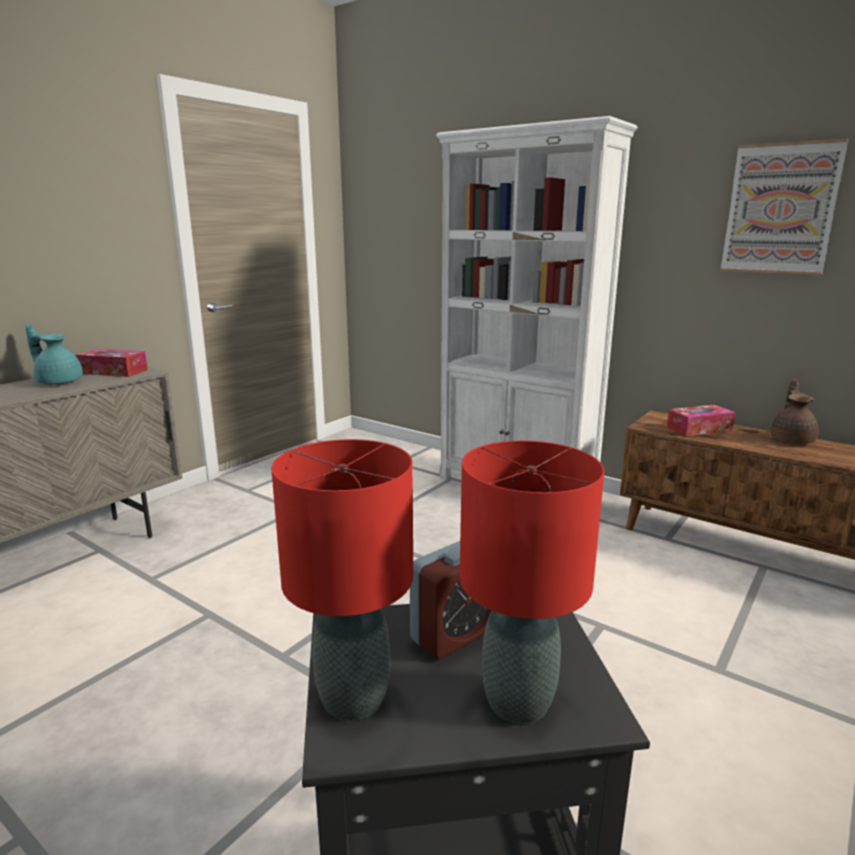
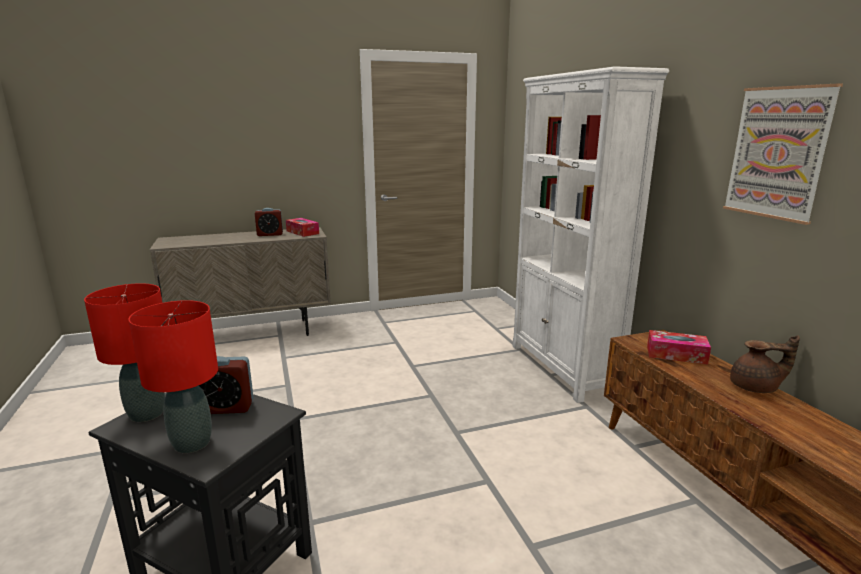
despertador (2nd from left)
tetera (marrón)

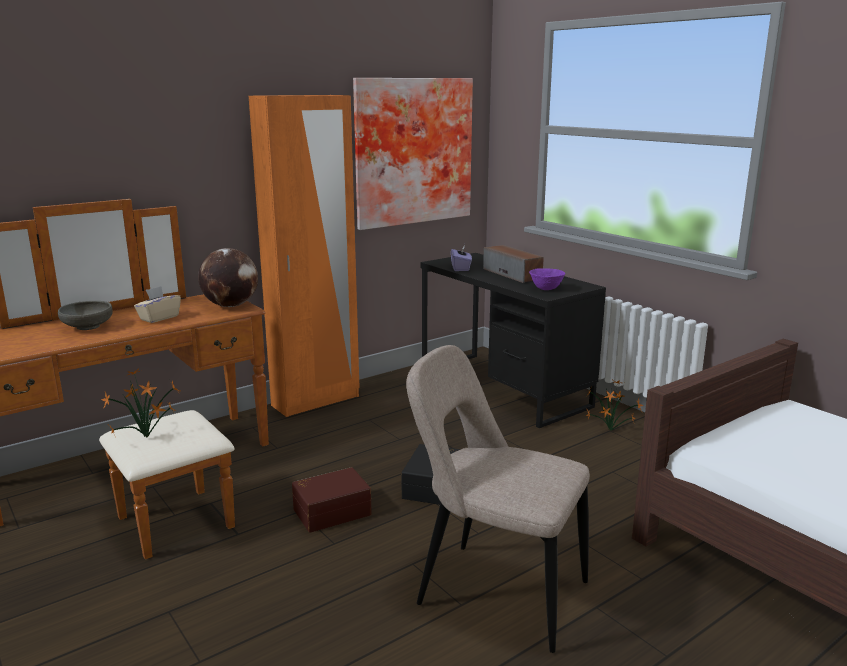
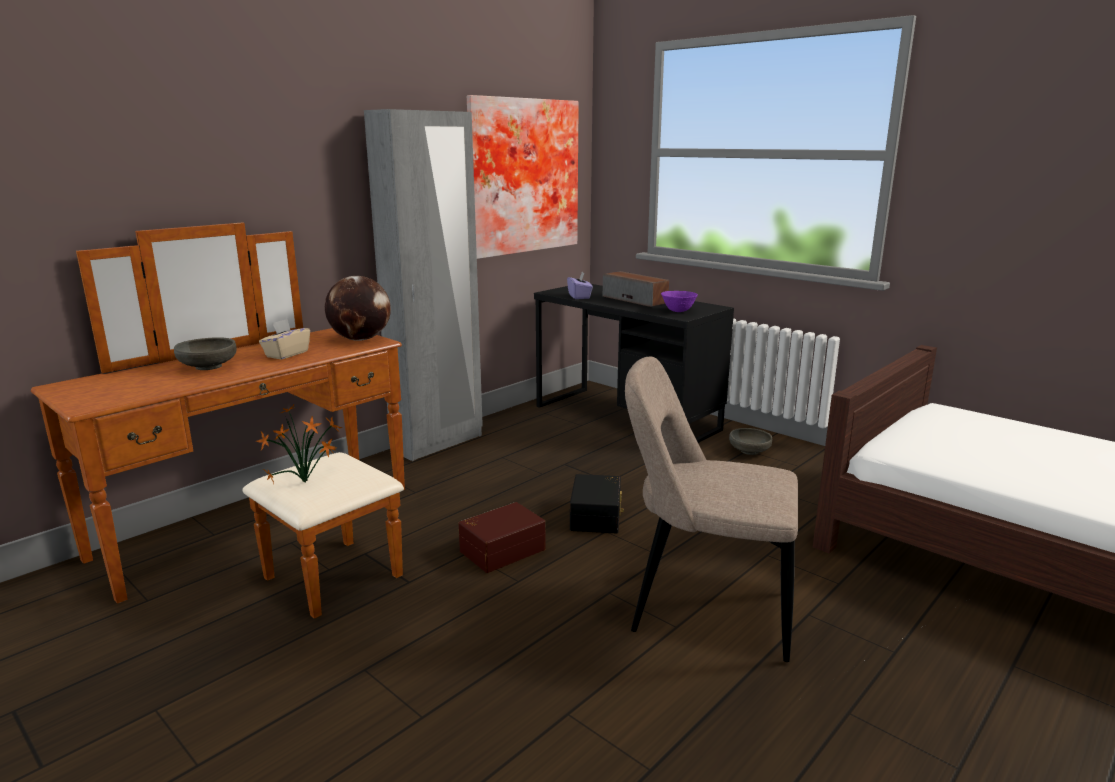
armario ropero (gris)
cuenco (gris) (2nd from left)

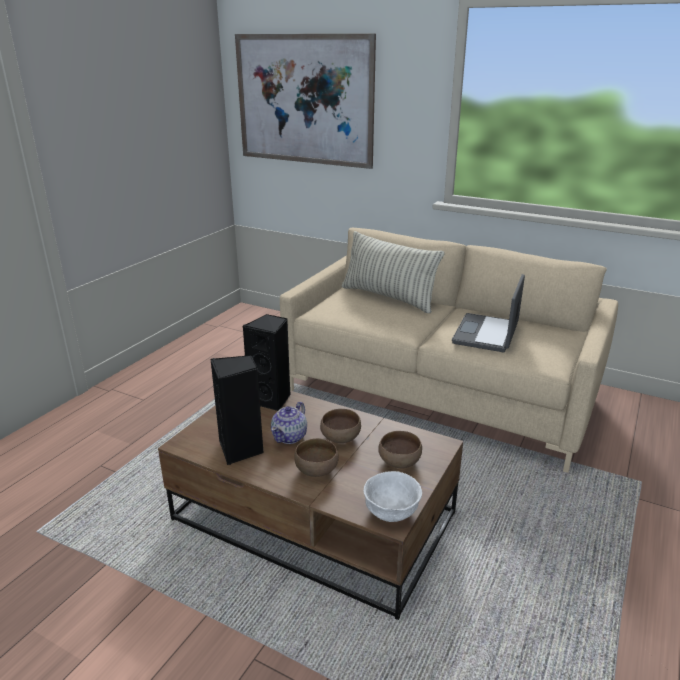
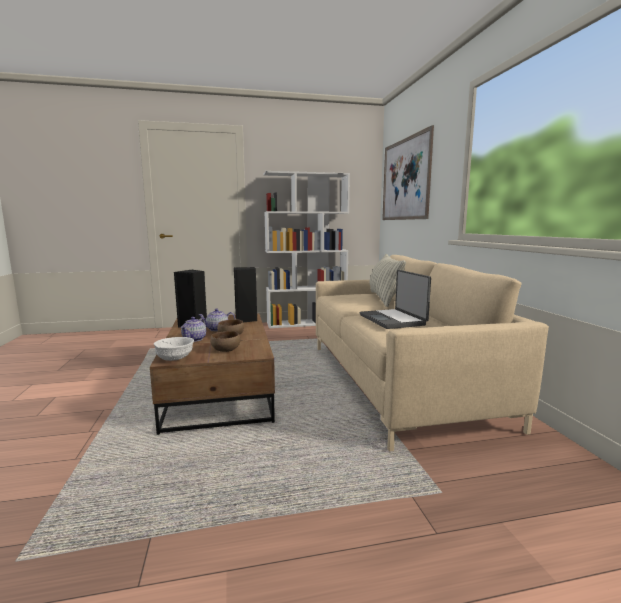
tetera (1st from left)
estantería (blanco)
portátil

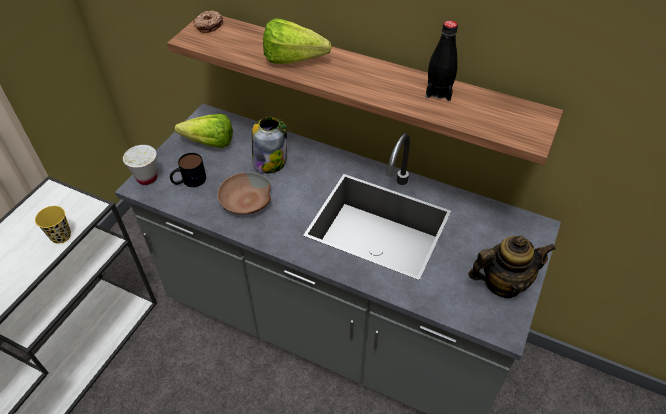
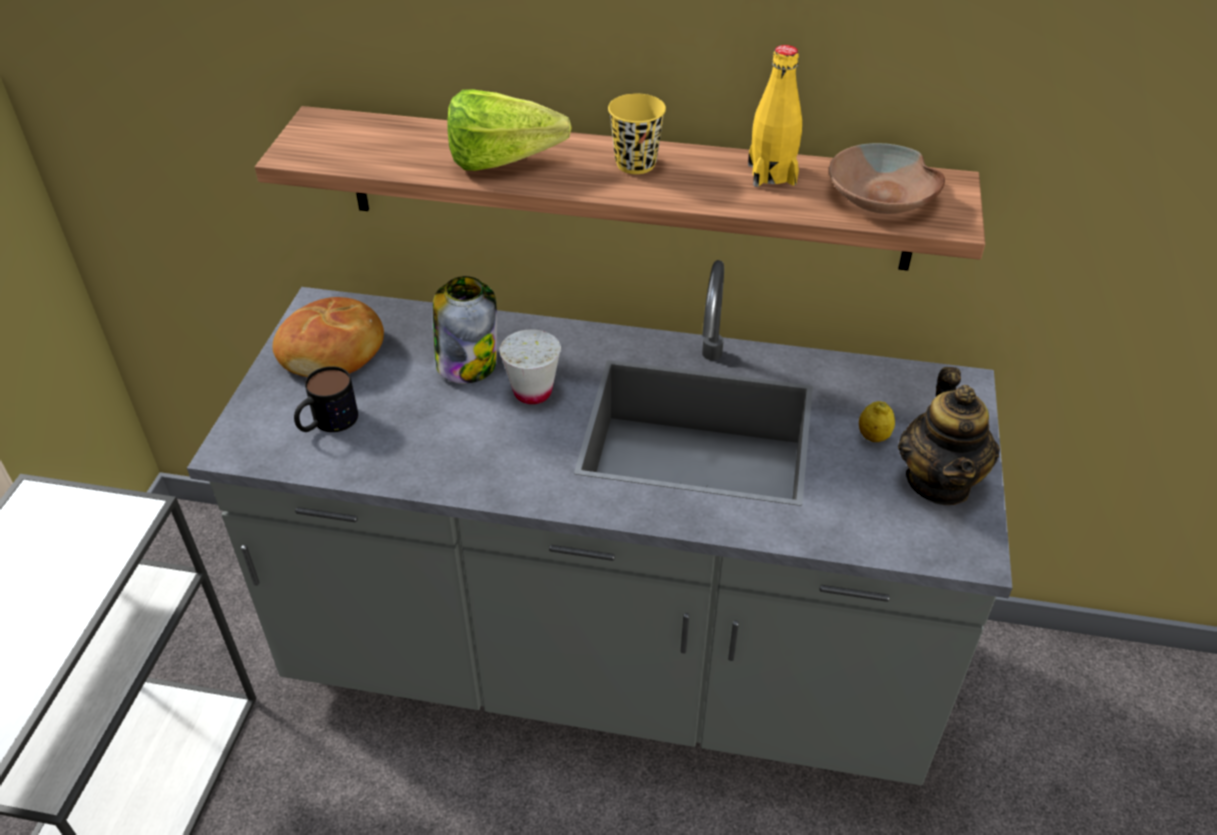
pan
taza (blanco)
taza (amarillo)
botella (amarillo)
cuenco (marrón)
limón
tetera
rosquilla

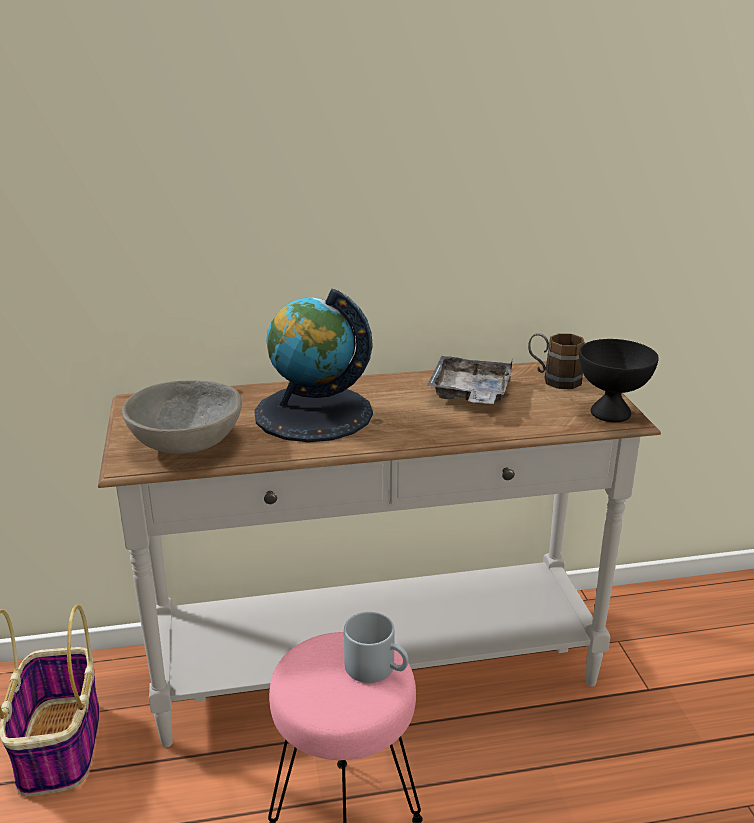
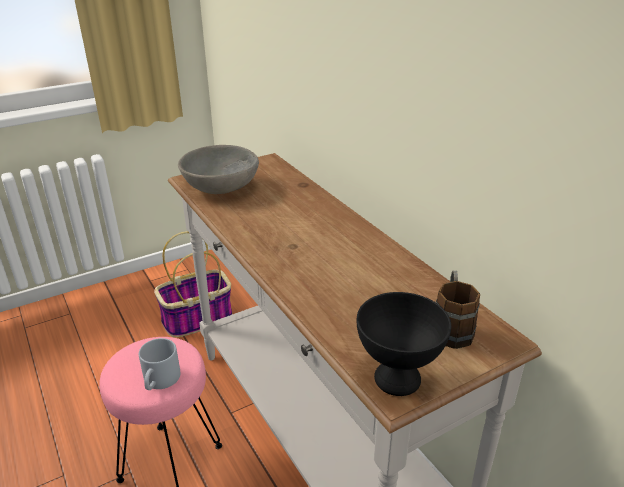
globo terráqueo
bandeja (gris)

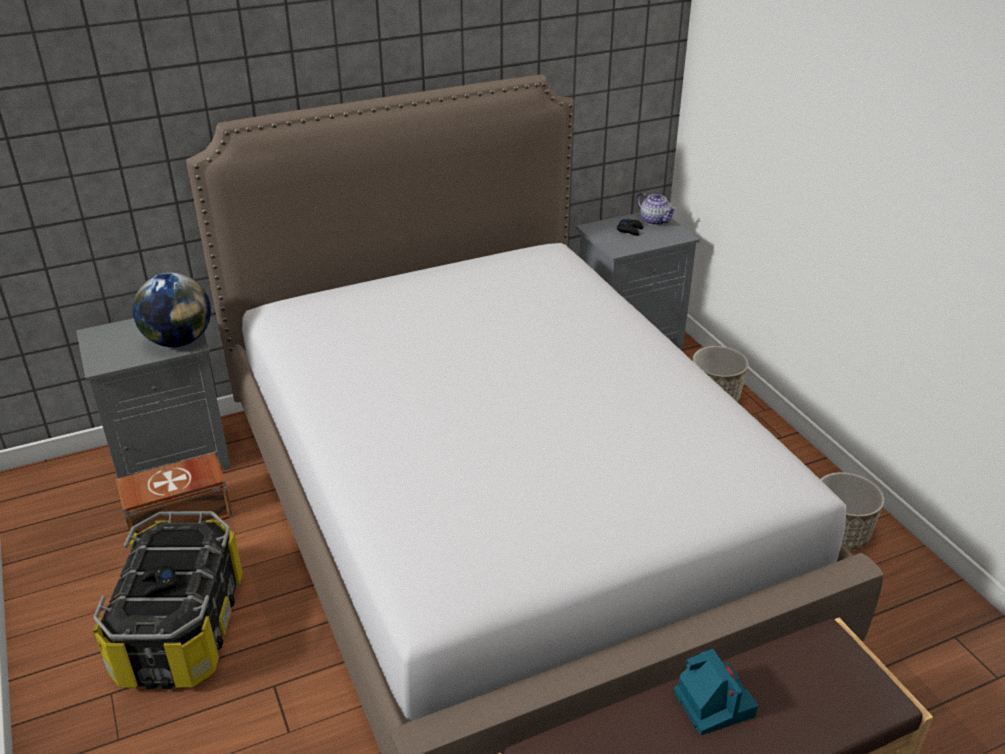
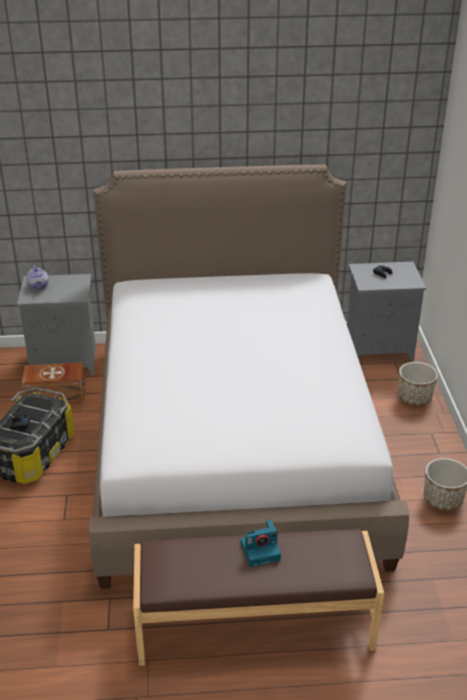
tetera
cámara
globo terráqueo

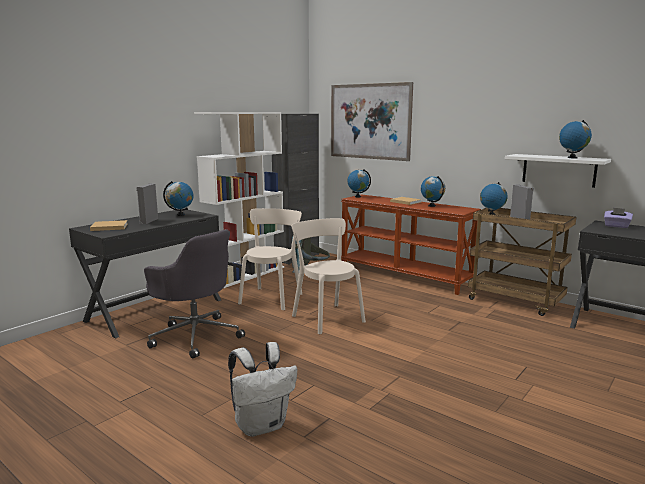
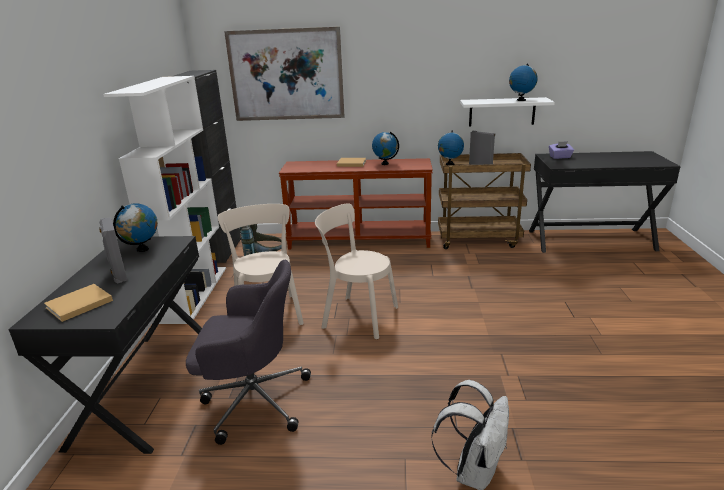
globo terráqueo (2nd from left in the first image)

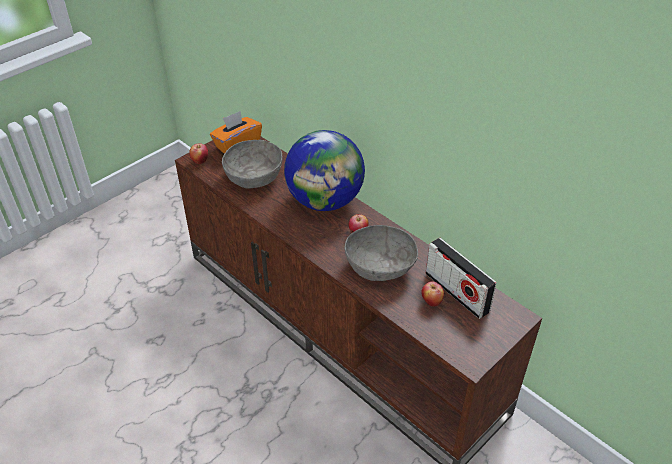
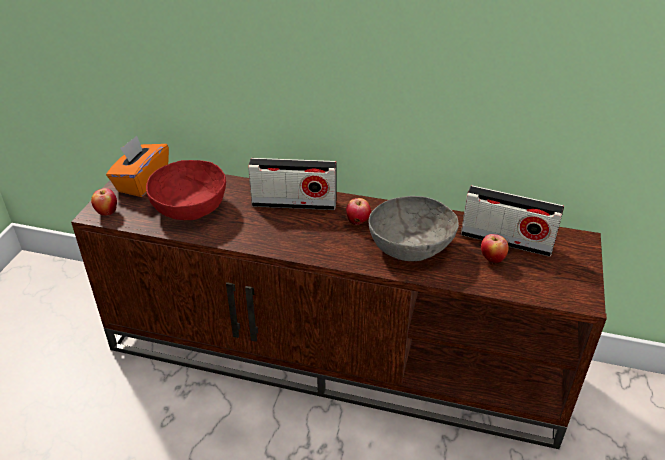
cuenco (rojo)
radio (1st from left)

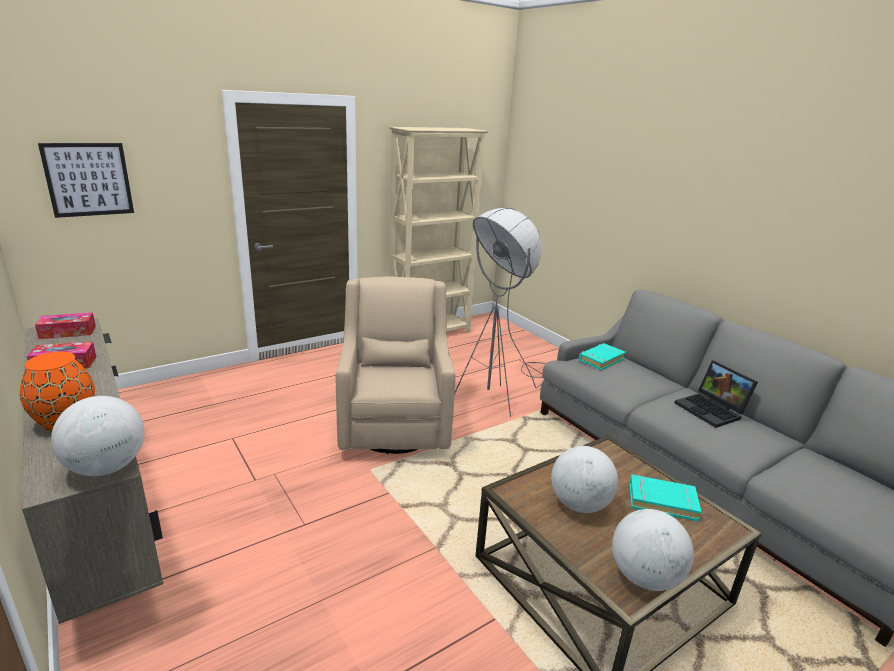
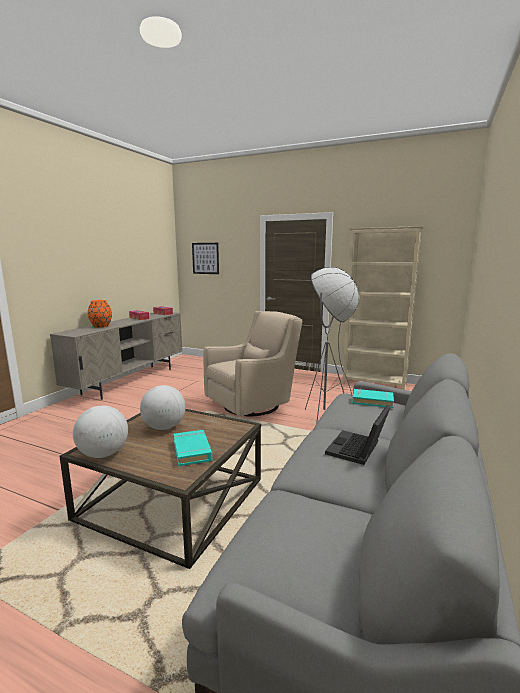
globo terráqueo (1st from left in the first image)

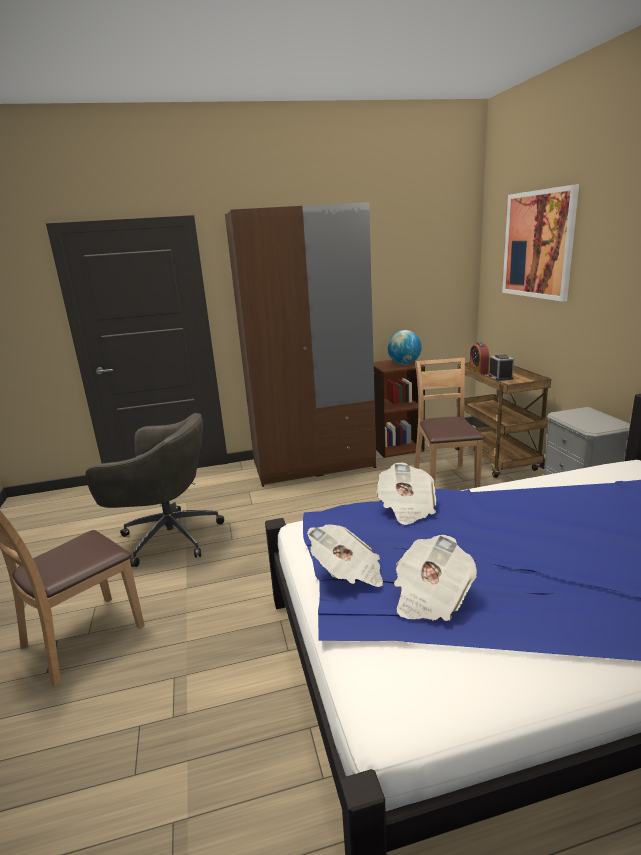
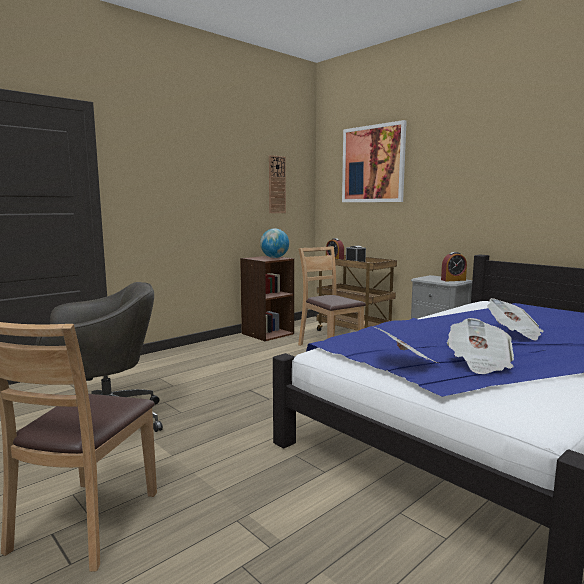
reloj de pared
despertador (3rd from left)
periódico (3rd from left)
armario ropero (marrón)

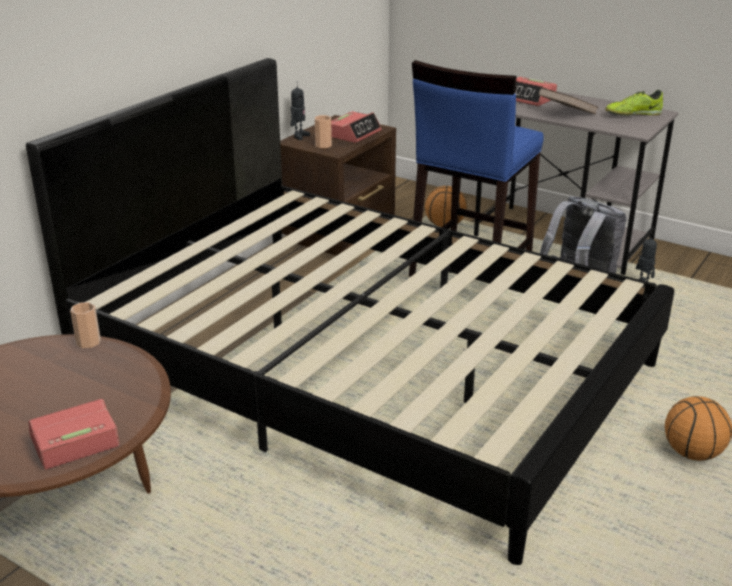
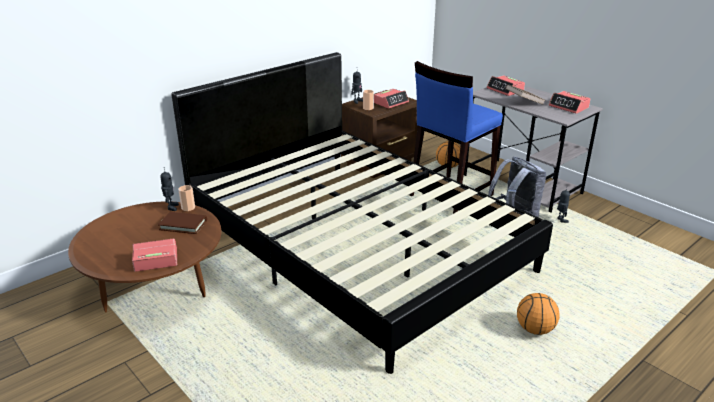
libro (marrón) (1st from left)
robot de juguete (1st from left)
despertador (4th from left)

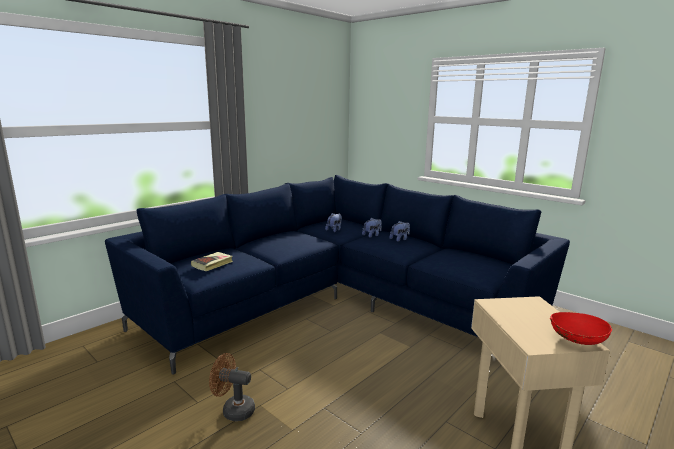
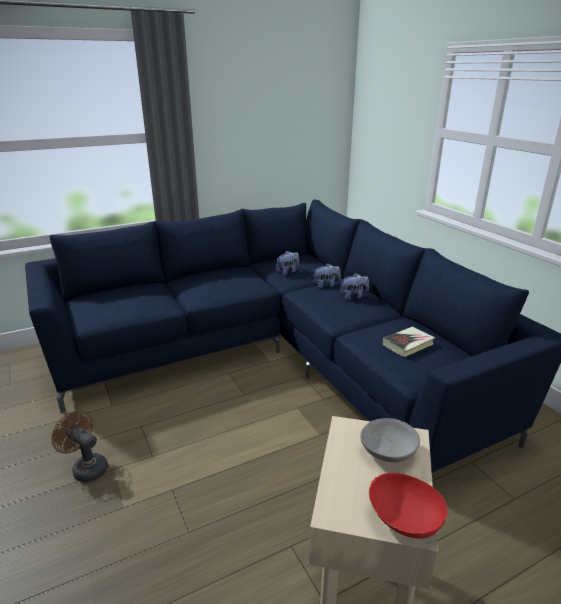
cuenco (gris)
libro

